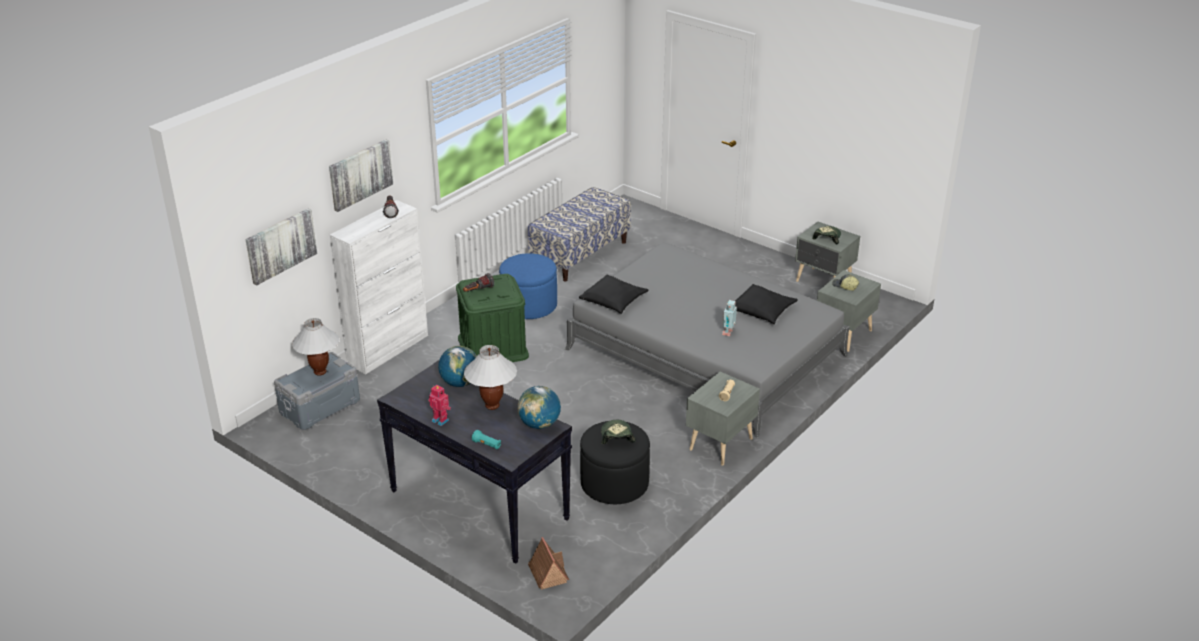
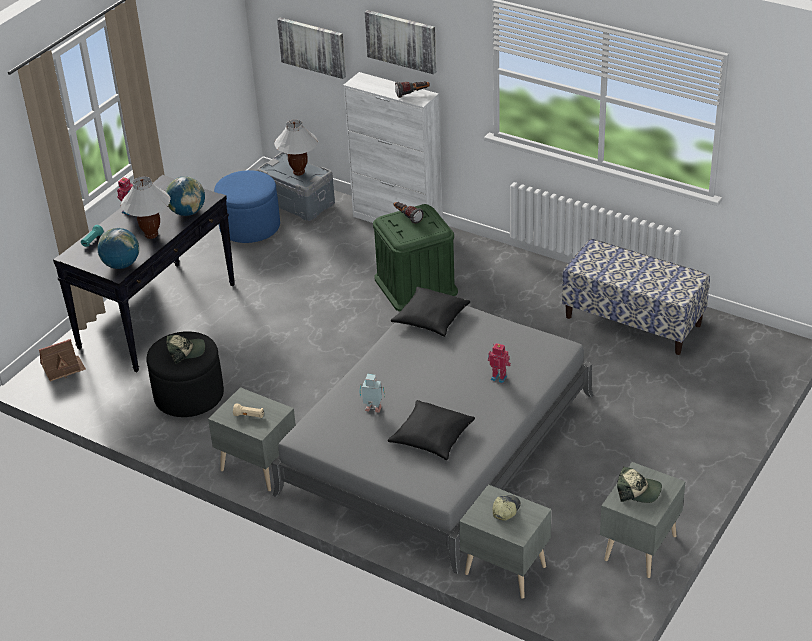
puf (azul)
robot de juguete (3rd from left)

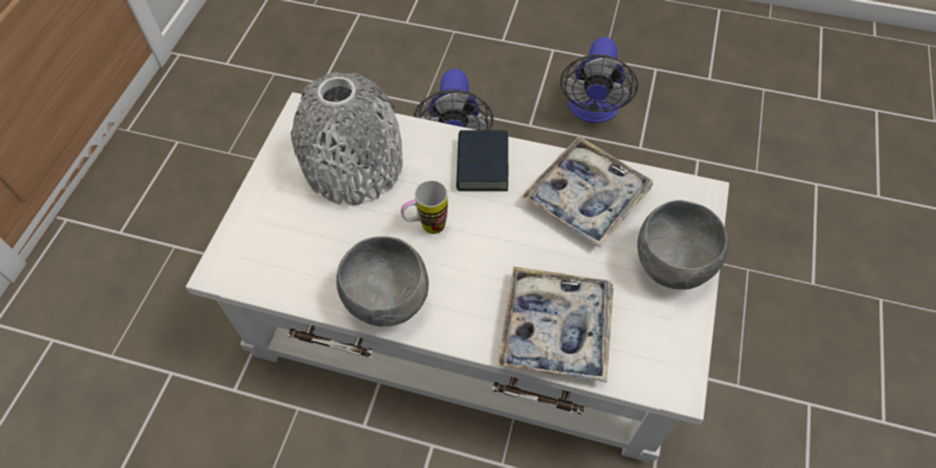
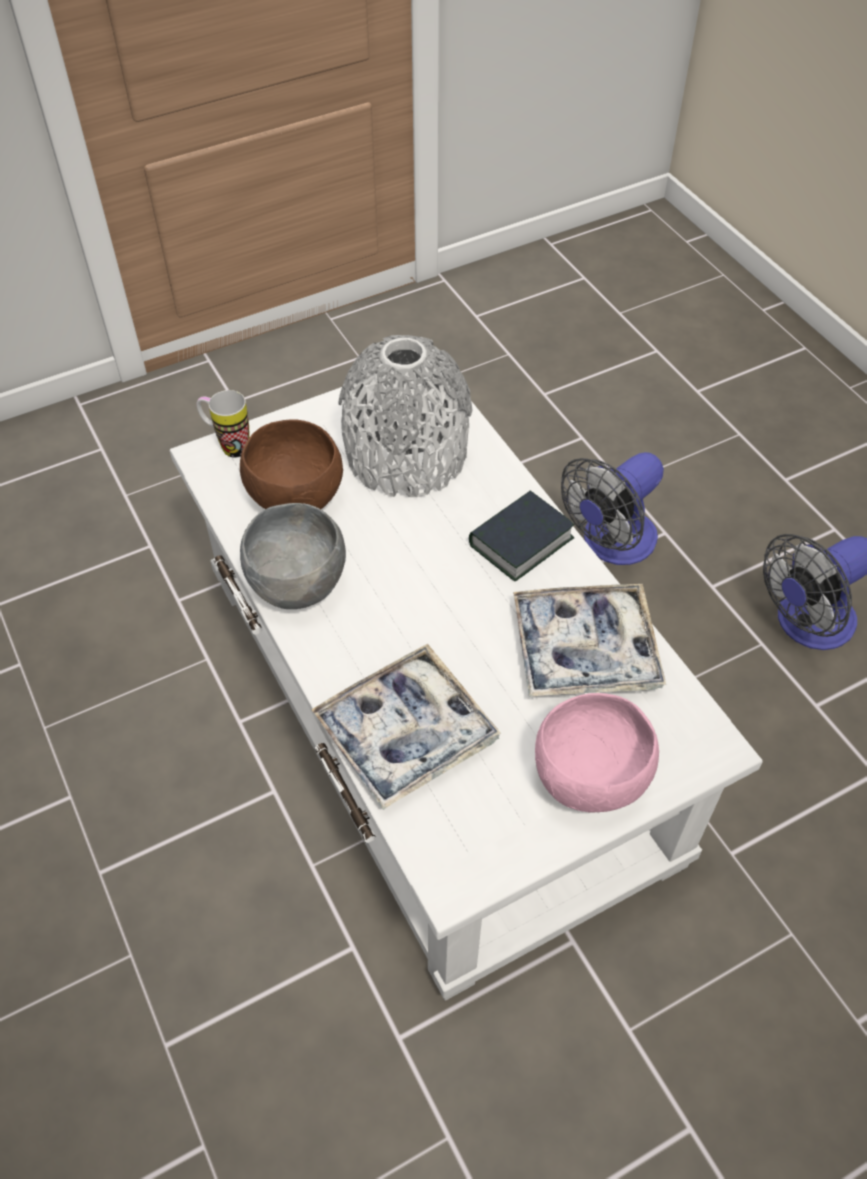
taza grande
cuenco (marrón)
cuenco (rosa)

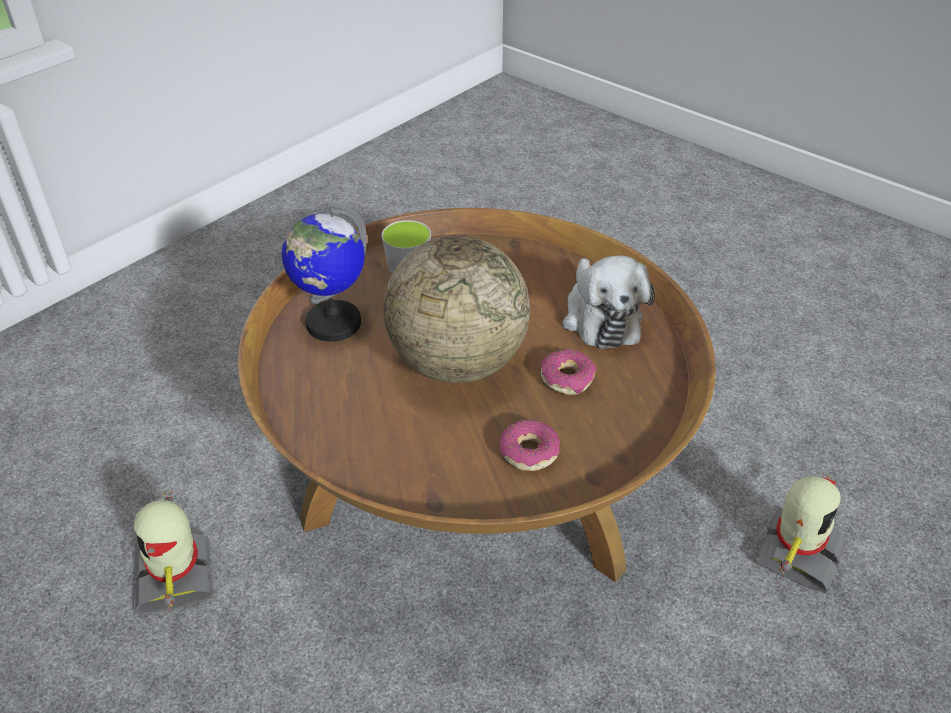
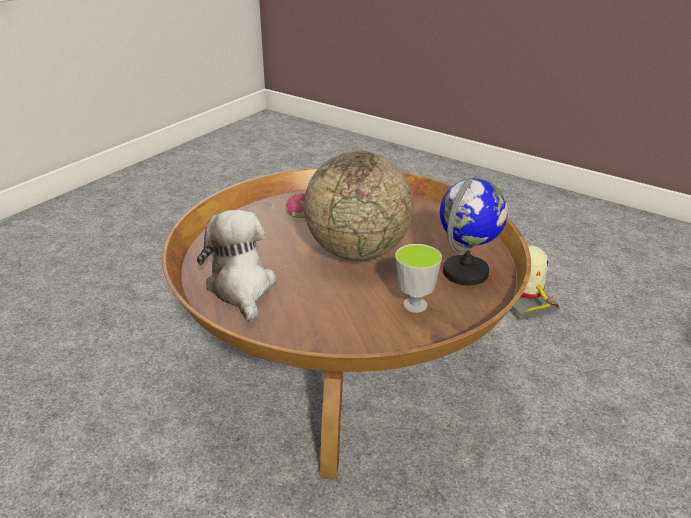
rosquilla (2nd from left in the first image)
robot de juguete (2nd from left in the first image)

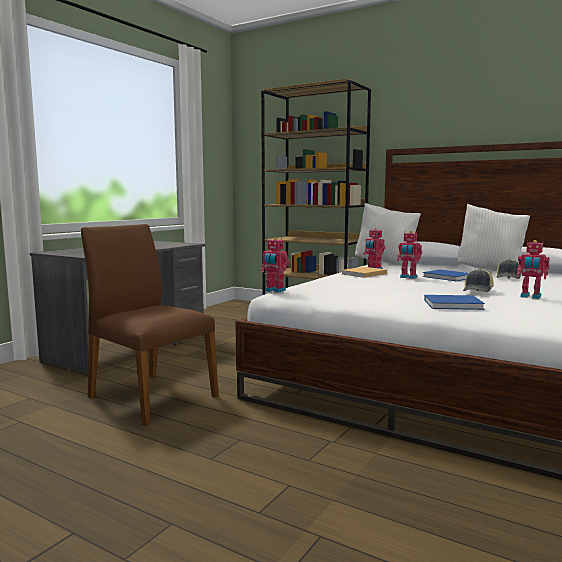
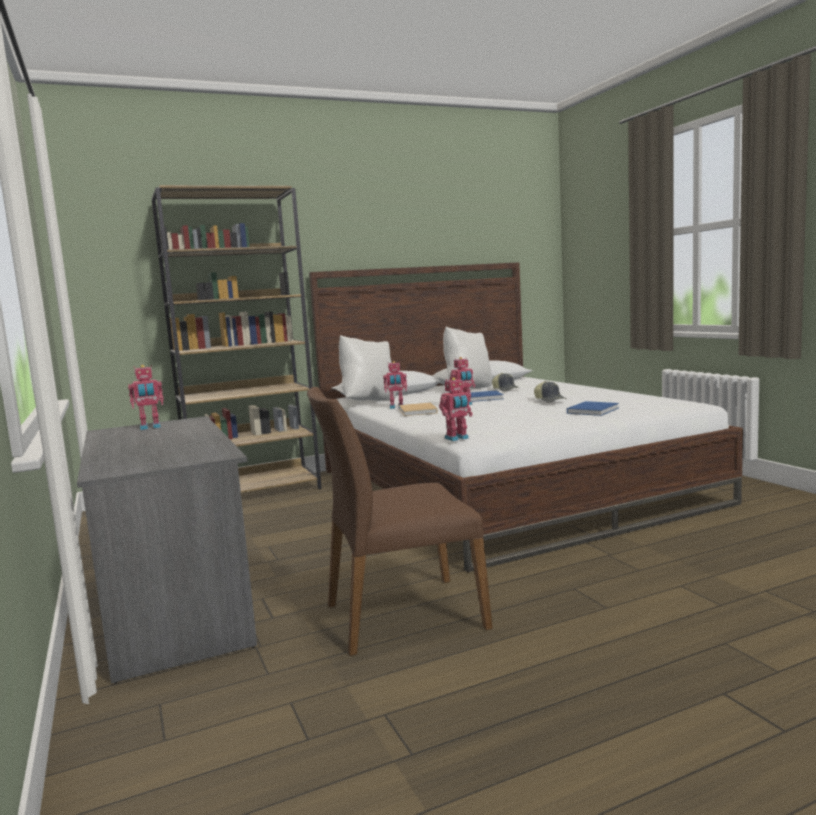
robot de juguete (1st from left)

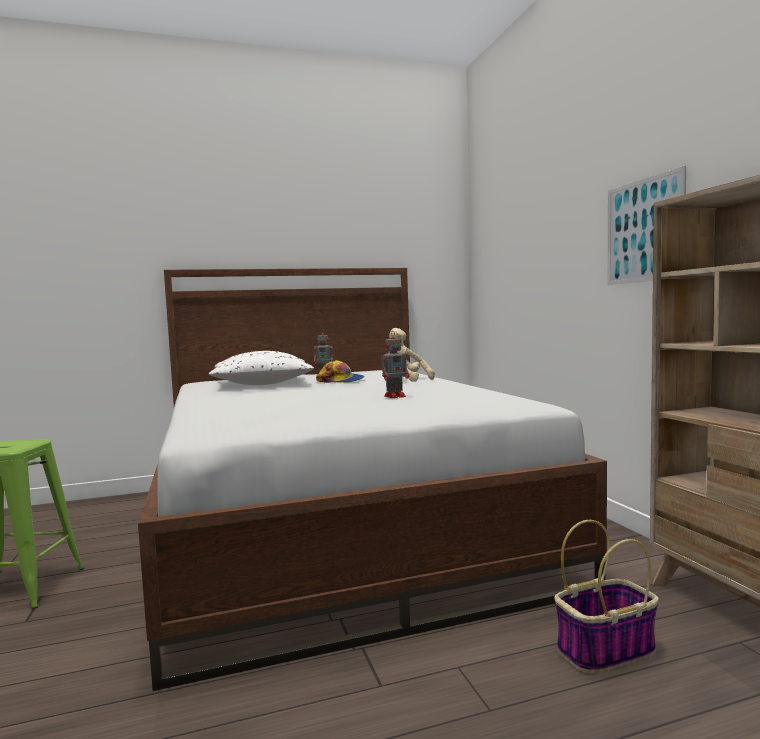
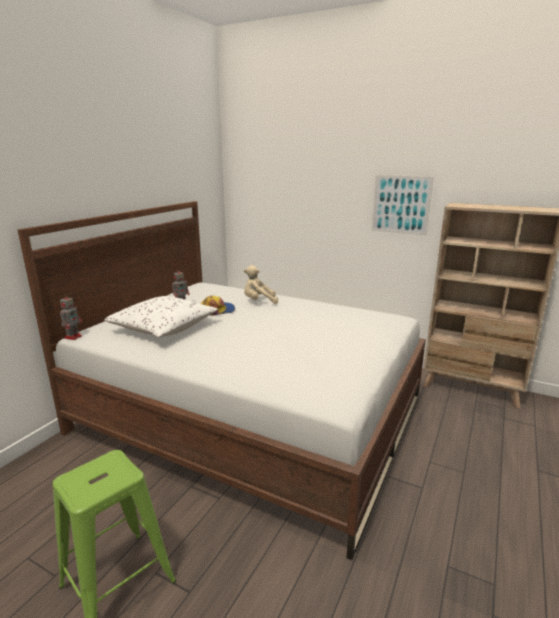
robot de juguete (1st from left)
cesta

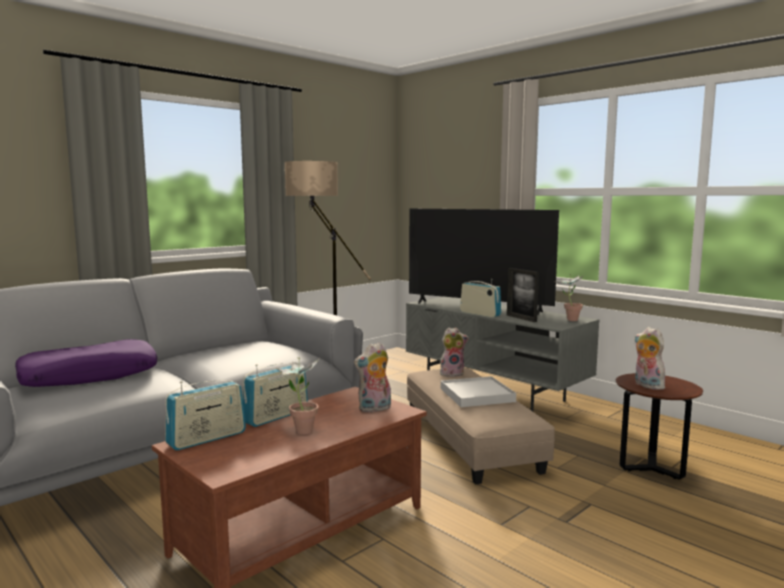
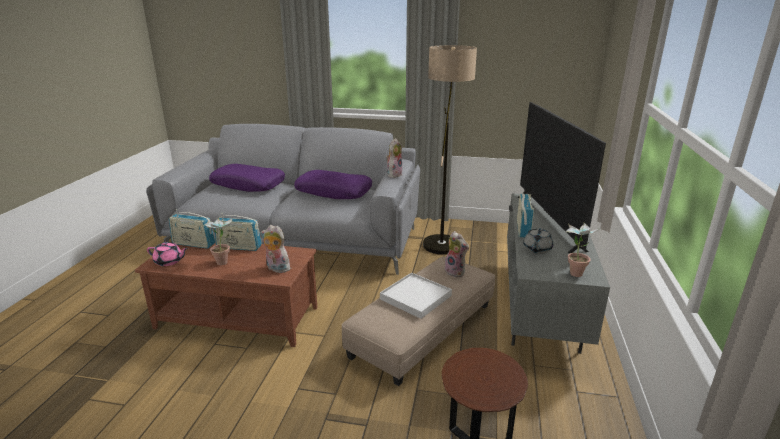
tetera (rosa)
cojín (morado) (2nd from left)
peluche (2nd from left)
tetera (gris)

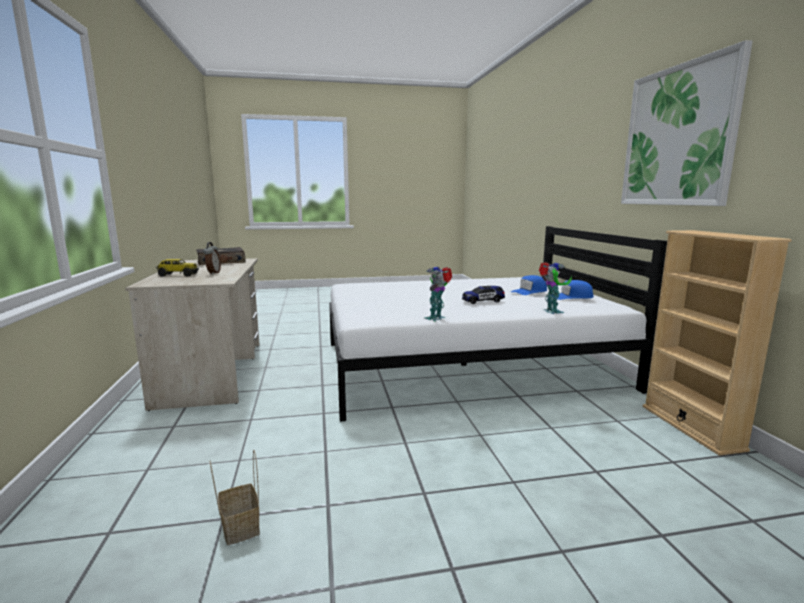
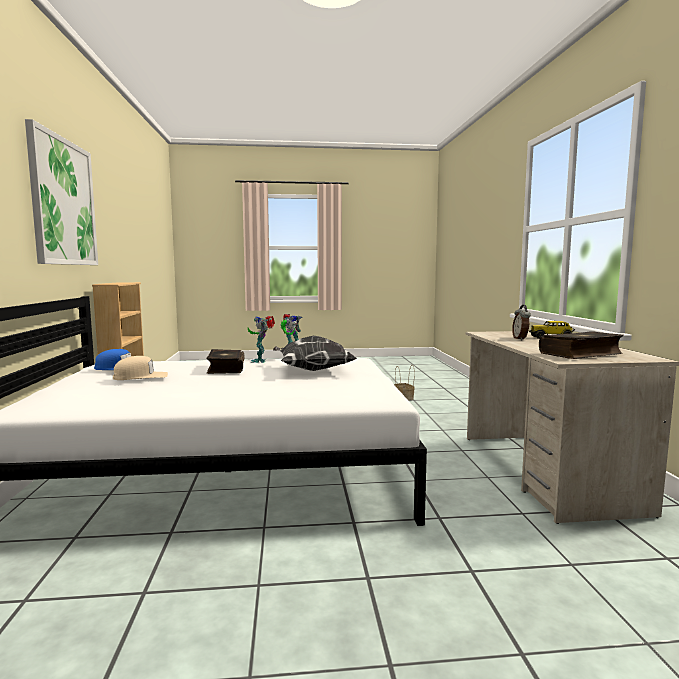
gorra (beis)
libro (1st from left)
robot de juguete (1st from left)
cojín

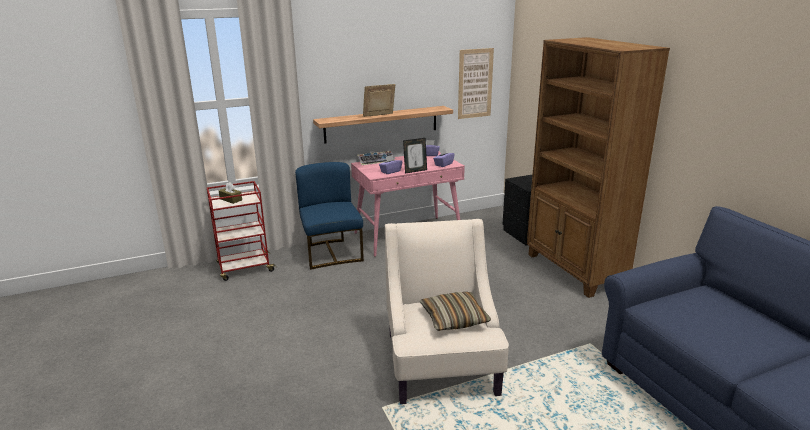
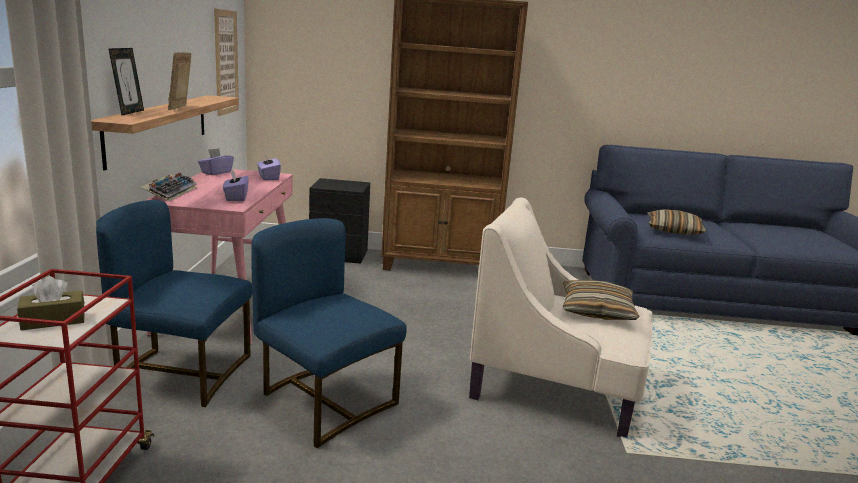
portarretratos (1st from left)
silla (azul) (2nd from left)
cojín (2nd from left)

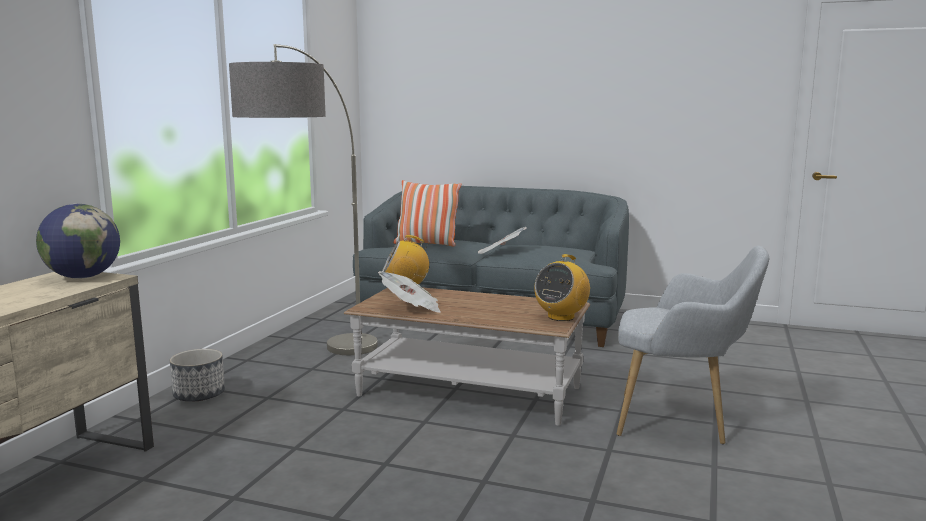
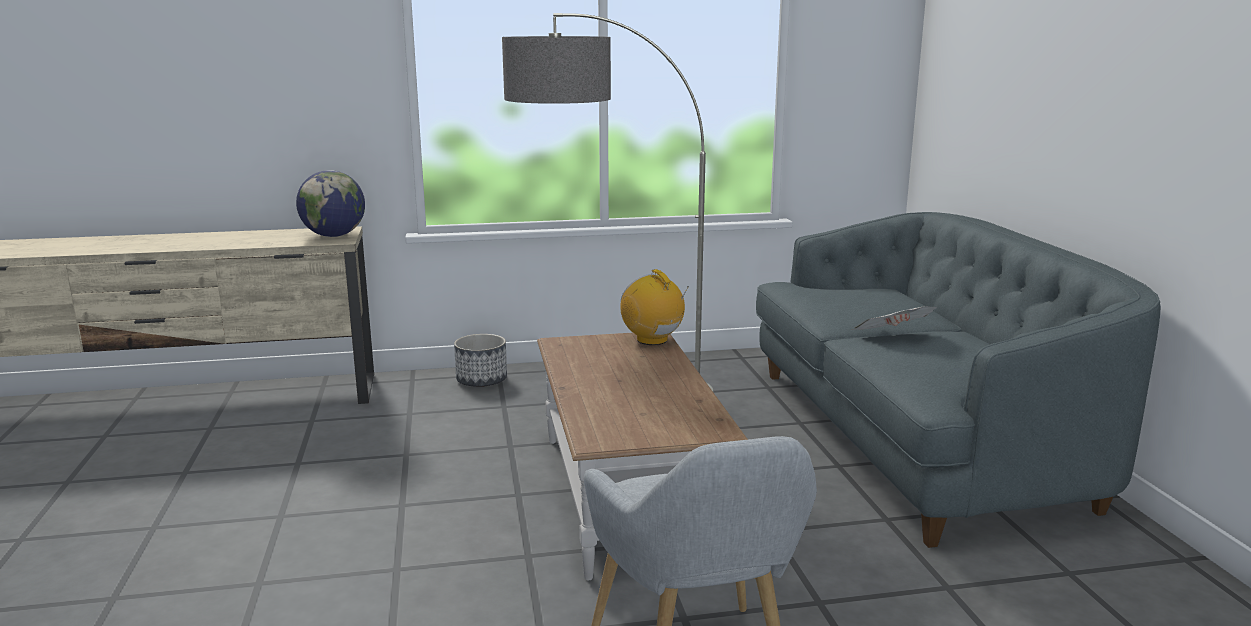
periódico (1st from left in the first image)
cojín
radio (2nd from left in the first image)

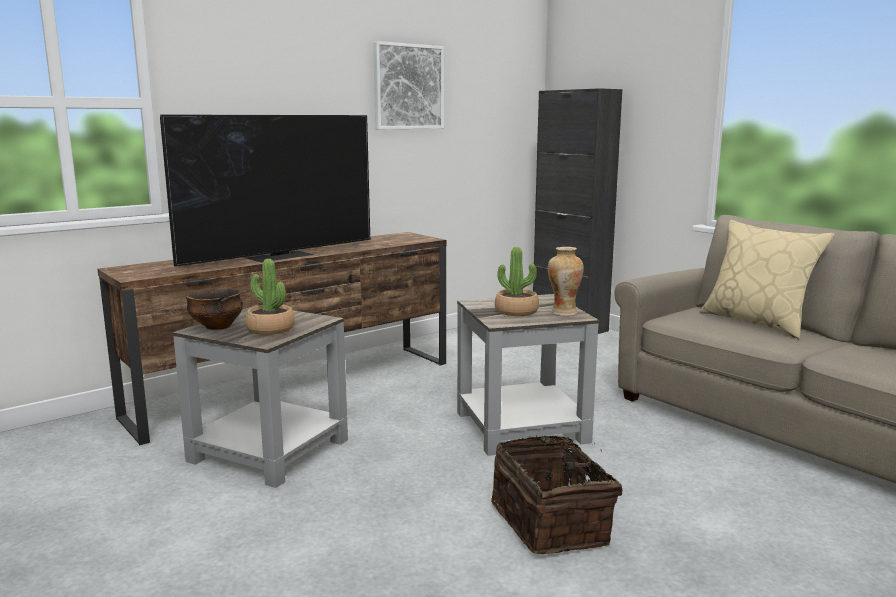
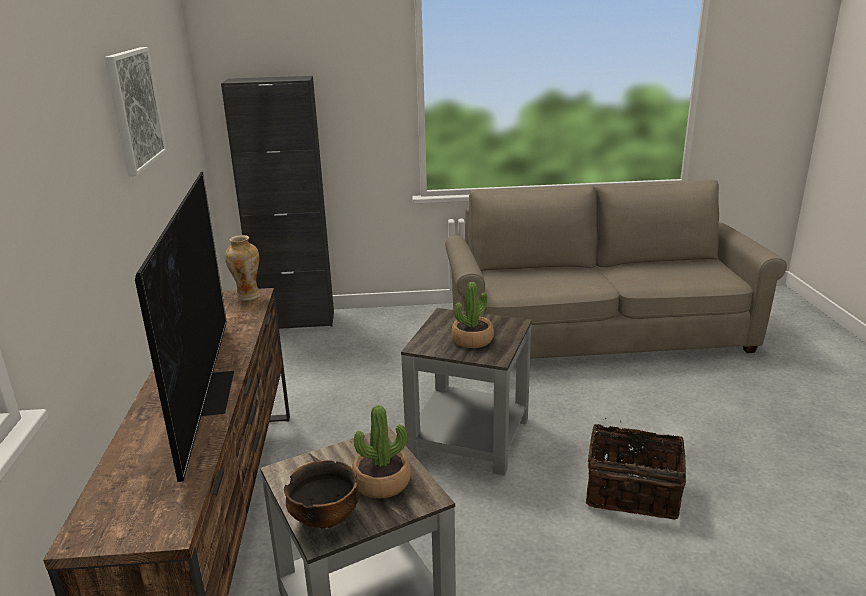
florero
cojín (beis)

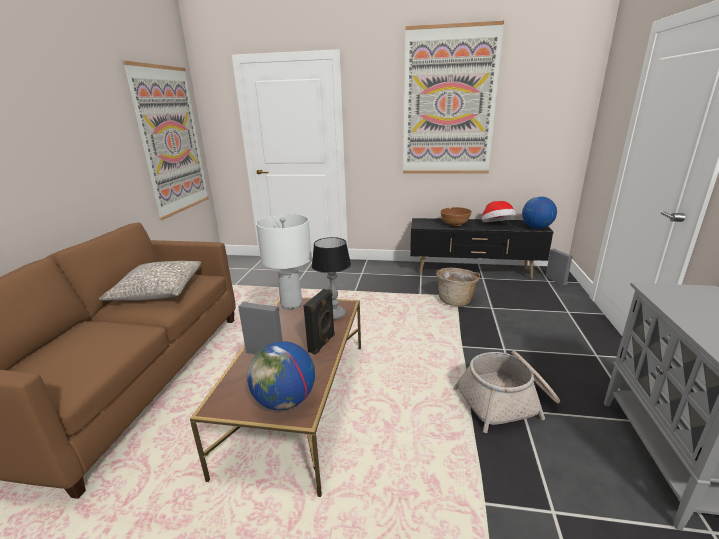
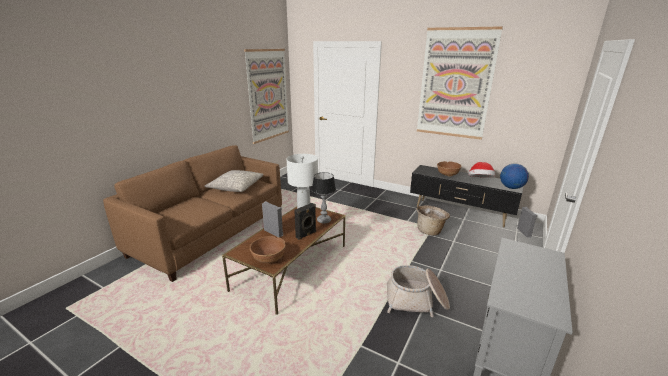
cuenco (marrón) (1st from left)

